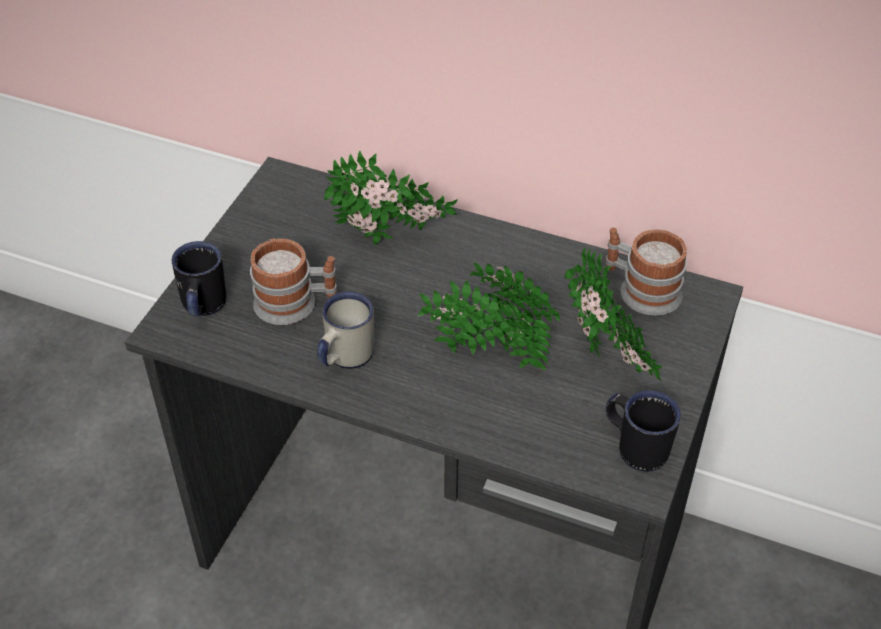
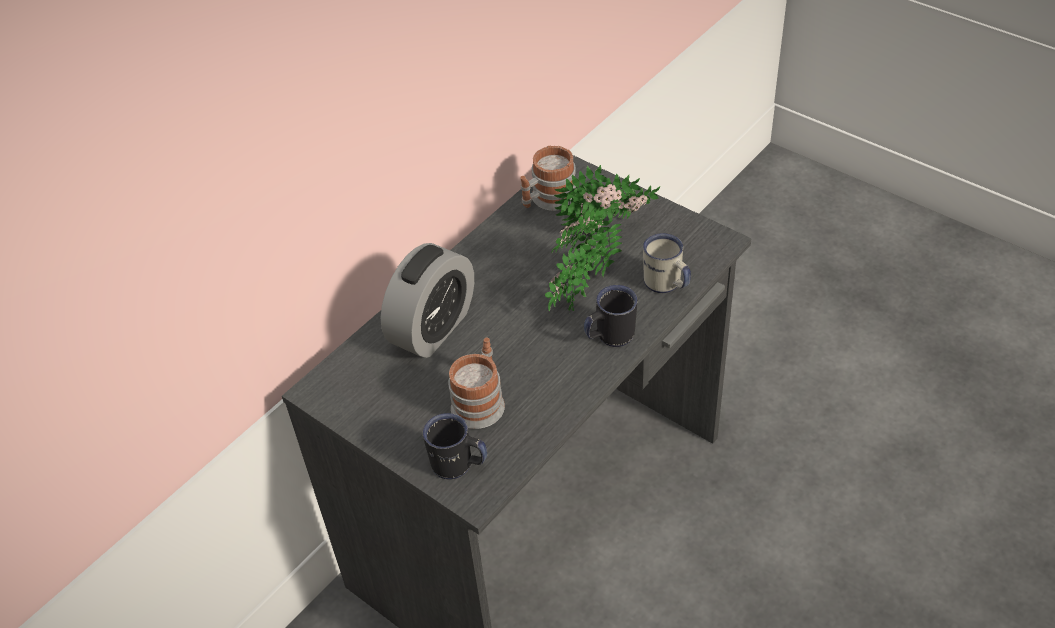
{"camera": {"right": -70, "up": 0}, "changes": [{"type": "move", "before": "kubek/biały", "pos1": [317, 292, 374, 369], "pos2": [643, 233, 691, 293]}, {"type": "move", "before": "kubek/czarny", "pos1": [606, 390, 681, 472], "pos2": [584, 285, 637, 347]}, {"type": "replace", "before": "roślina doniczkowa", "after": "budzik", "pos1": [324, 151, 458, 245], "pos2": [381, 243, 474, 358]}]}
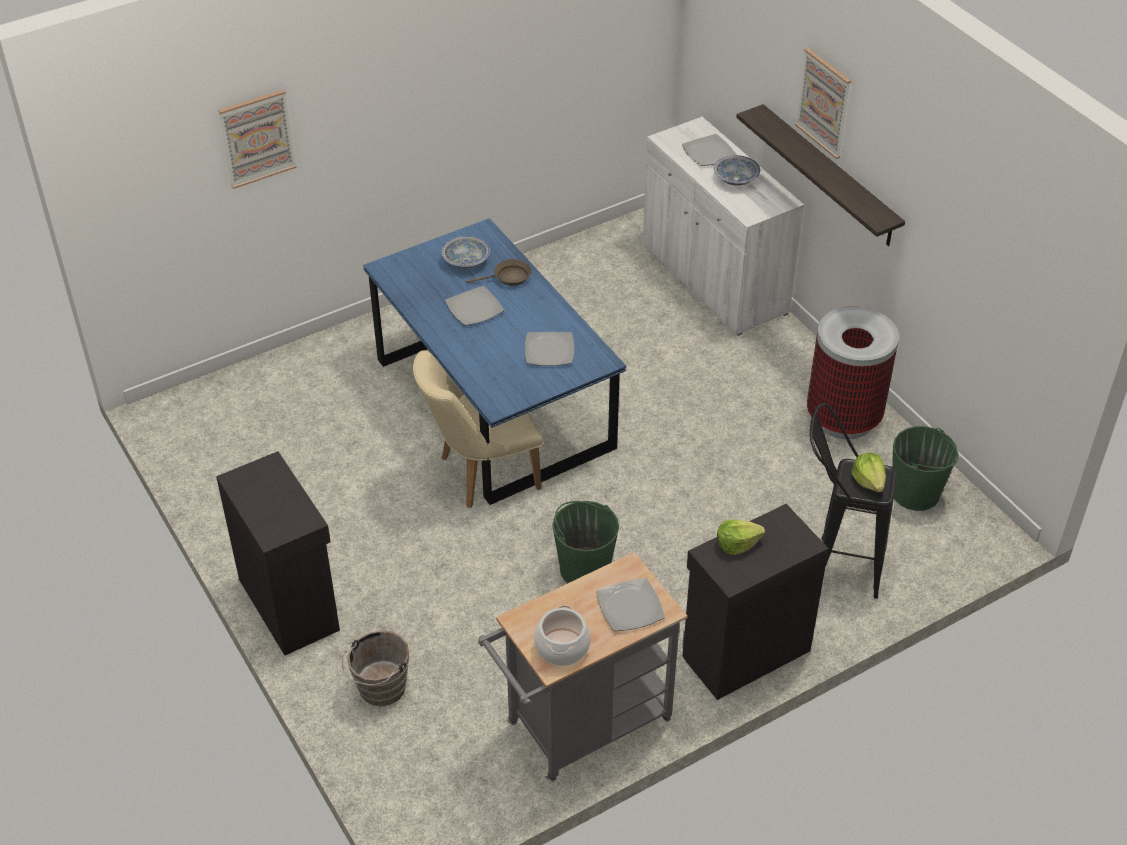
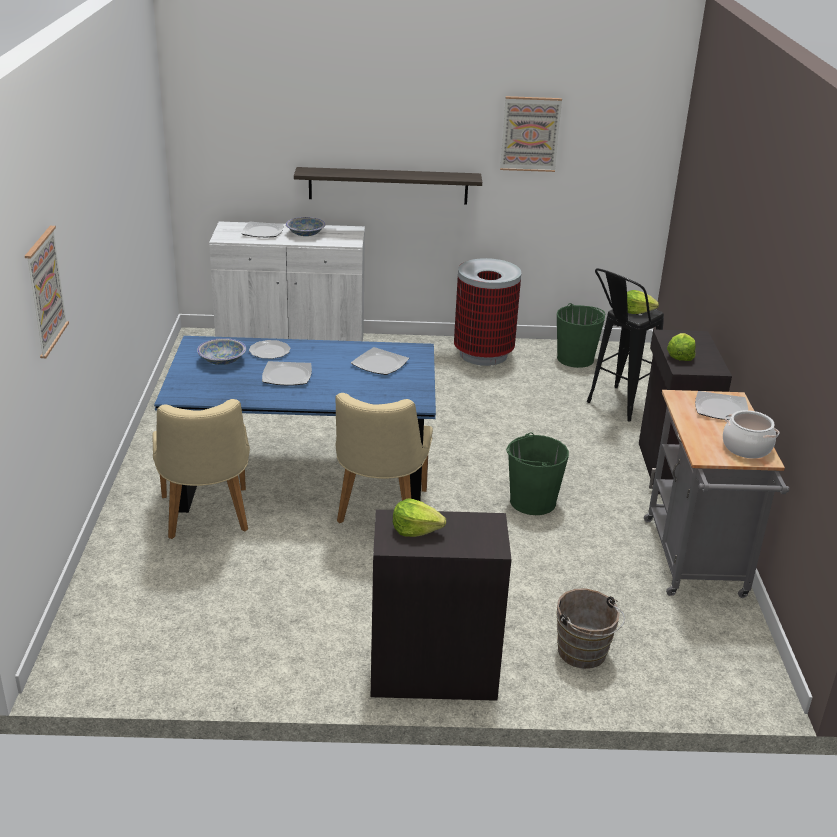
{"camera": {"right": -60, "up": -15}, "changes": [{"type": "insert", "after": "krzesło/beżowy", "pos2": [152, 399, 250, 539]}, {"type": "insert", "after": "sałata", "pos2": [393, 498, 446, 537]}, {"type": "move", "before": "obraz", "pos1": [795, 48, 851, 159], "pos2": [500, 96, 562, 172]}, {"type": "replace", "before": "patelnia/brązowy", "after": "talerz", "pos1": [466, 259, 531, 286], "pos2": [249, 340, 291, 359]}]}
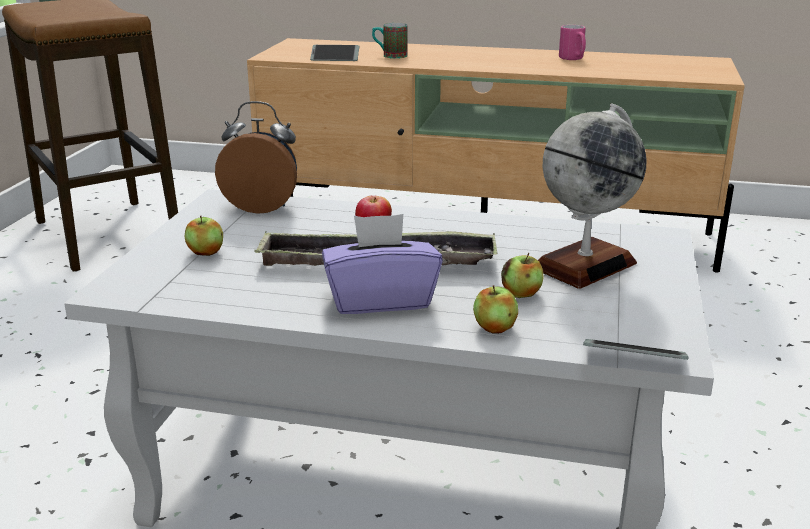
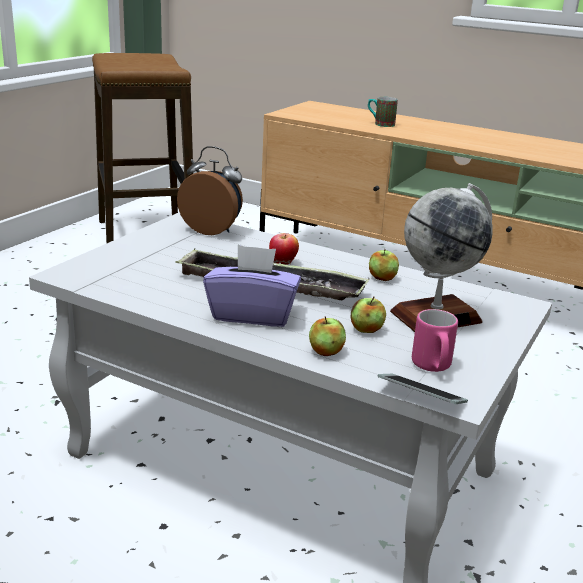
{"camera": {"right": 15, "up": 0}, "changes": [{"type": "delete", "before": "telefon", "pos1": [310, 45, 359, 61]}, {"type": "move", "before": "jabłko", "pos1": [184, 215, 223, 256], "pos2": [369, 249, 399, 281]}, {"type": "move", "before": "kubek/różowy", "pos1": [559, 25, 586, 60], "pos2": [412, 309, 458, 372]}]}
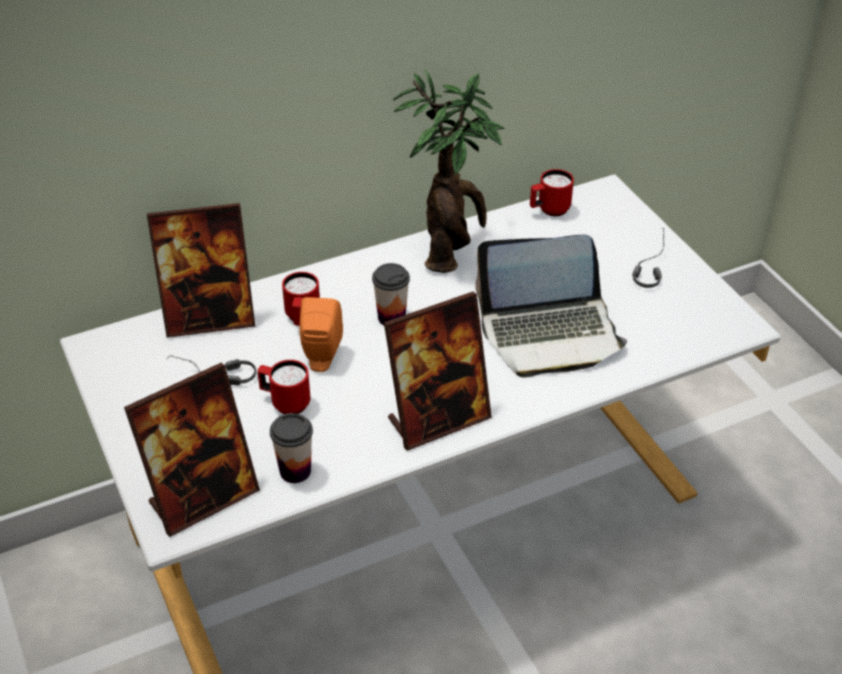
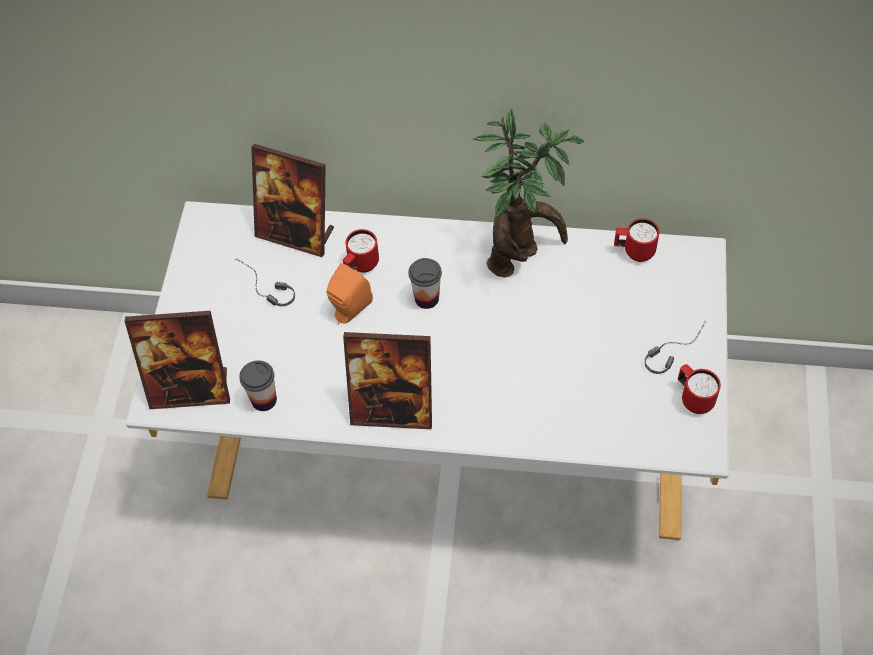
{"camera": {"right": 35, "up": 15}, "changes": [{"type": "delete", "before": "laptop", "pos1": [475, 235, 627, 377]}, {"type": "move", "before": "kubek/czerwony", "pos1": [257, 360, 311, 414], "pos2": [678, 364, 721, 414]}]}
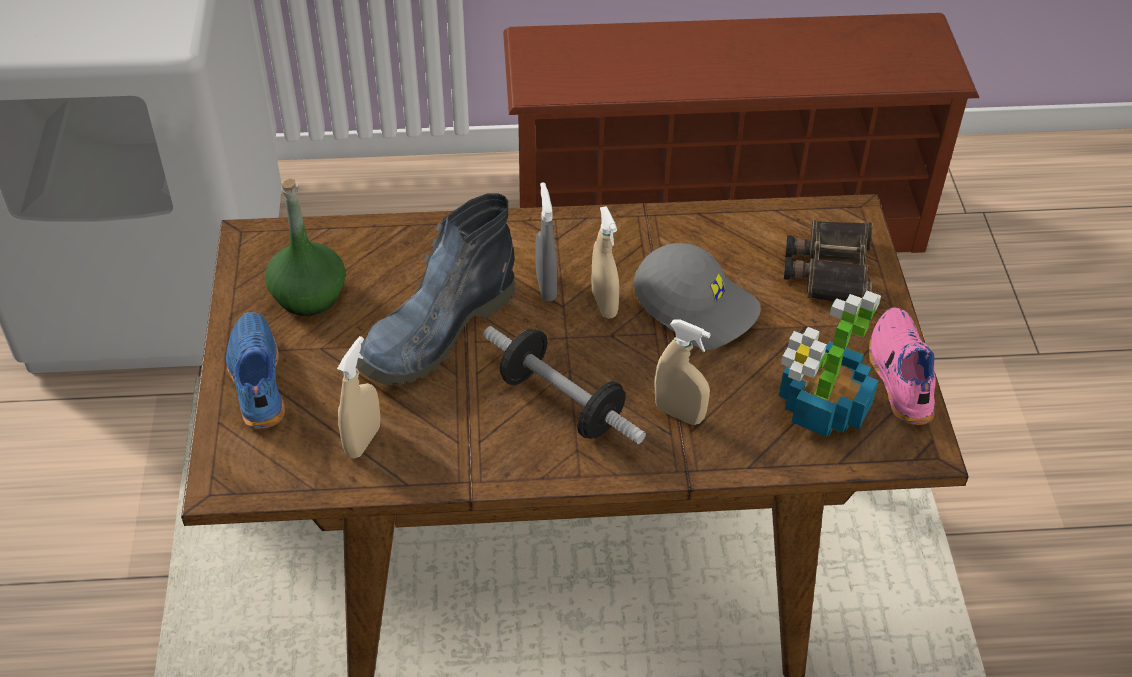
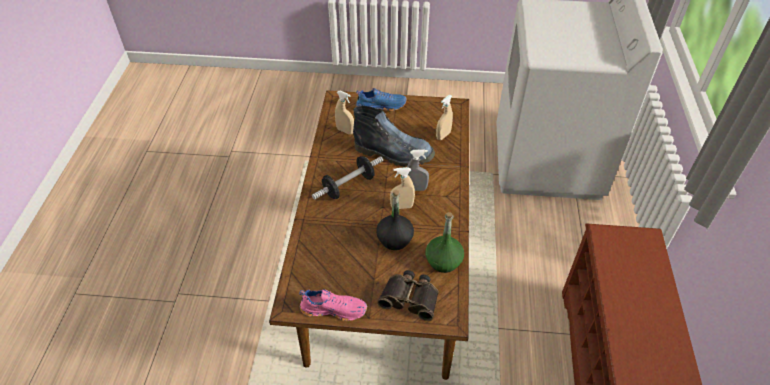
{"camera": {"right": 100, "up": 0}, "changes": [{"type": "delete", "before": "roślina doniczkowa", "pos1": [779, 291, 881, 436]}, {"type": "move", "before": "butelka/zielony", "pos1": [265, 179, 345, 316], "pos2": [426, 212, 464, 273]}, {"type": "move", "before": "spryskiwacz/beżowy", "pos1": [654, 320, 711, 425], "pos2": [436, 95, 453, 140]}, {"type": "replace", "before": "czapka z daszkiem/szary", "after": "butelka/czarny", "pos1": [634, 243, 761, 350], "pos2": [376, 190, 414, 250]}, {"type": "rotate", "before": "but z cholewką", "pos1": [356, 193, 515, 385], "pos2": [353, 105, 435, 167], "turn": 150}]}
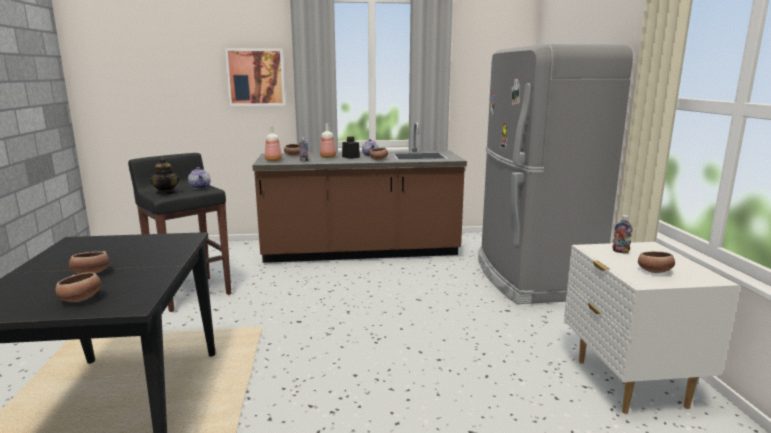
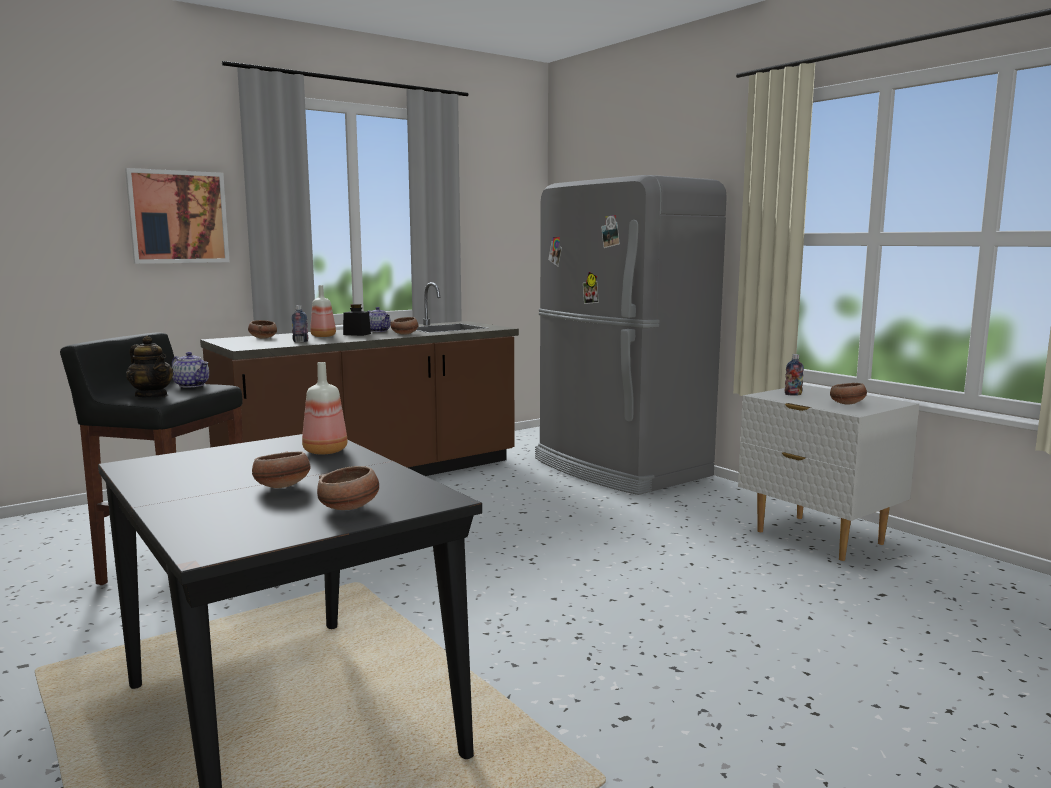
{"camera": {"right": -30, "up": -5}, "changes": [{"type": "move", "before": "butelka", "pos1": [265, 125, 282, 161], "pos2": [302, 362, 348, 454]}]}
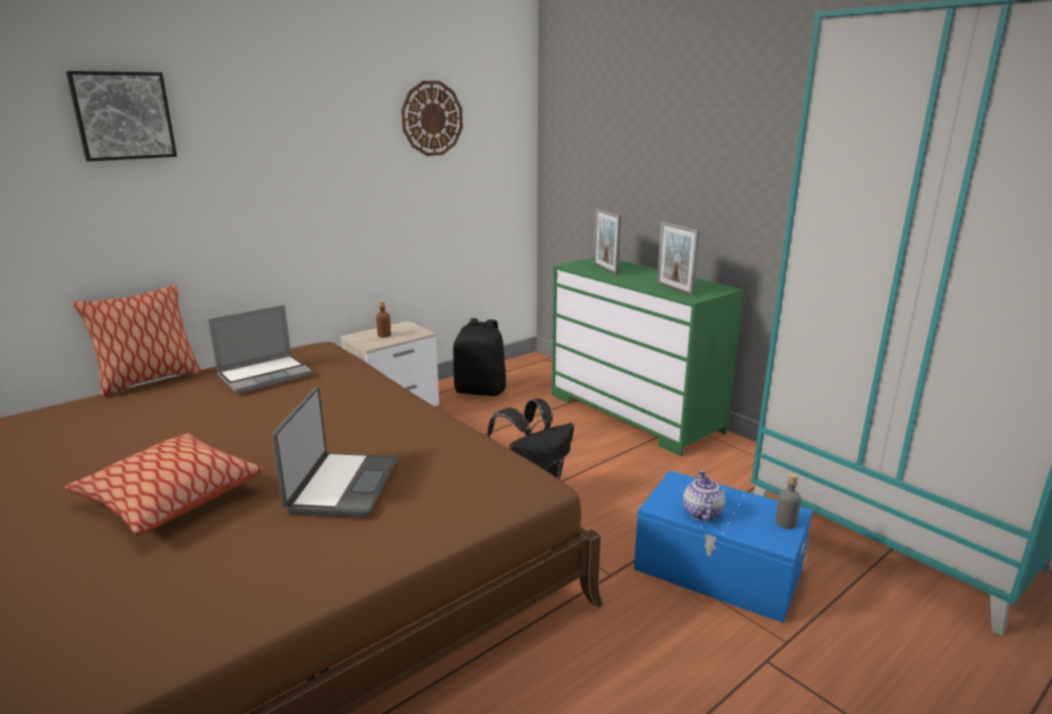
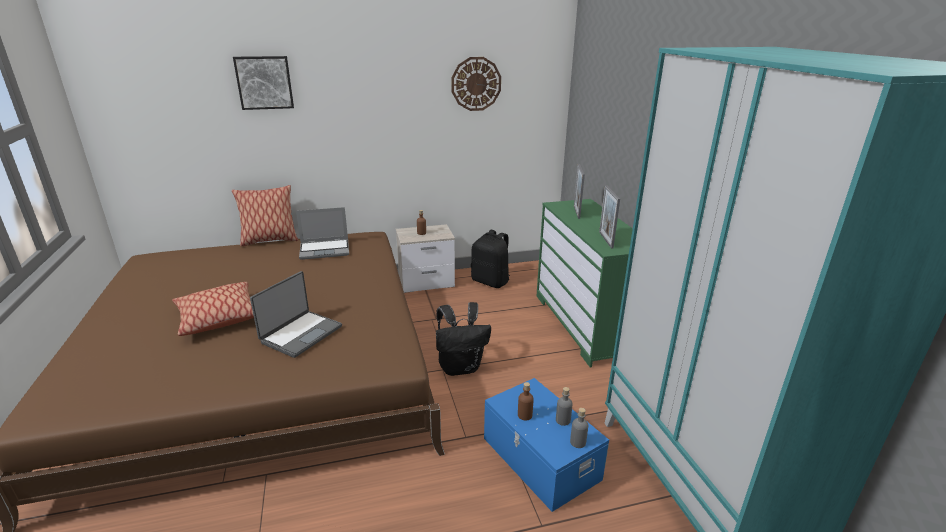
{"camera": {"right": 25, "up": 5}, "changes": [{"type": "insert", "after": "butelka/szary", "pos2": [556, 387, 573, 426]}, {"type": "replace", "before": "imbryk", "after": "butelka/brązowy", "pos1": [683, 470, 725, 521], "pos2": [518, 382, 534, 421]}]}
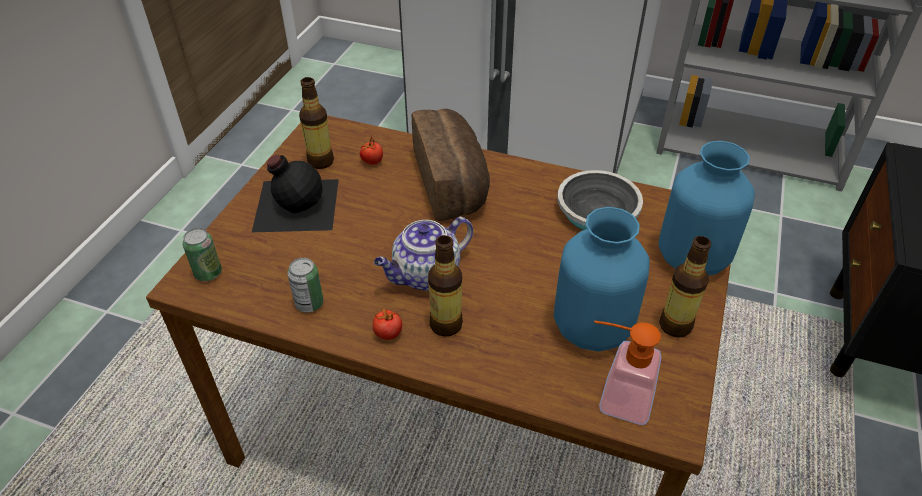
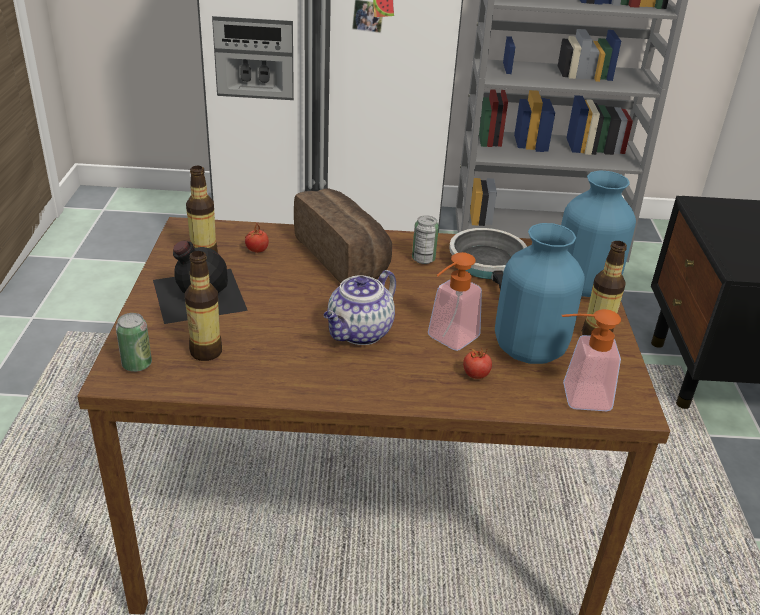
{"camera": {"right": -20, "up": -10}, "changes": [{"type": "insert", "after": "dozownik mydła", "pos2": [428, 252, 482, 351]}, {"type": "move", "before": "puszka", "pos1": [287, 258, 323, 313], "pos2": [412, 215, 439, 264]}, {"type": "move", "before": "pomidor", "pos1": [373, 308, 402, 340], "pos2": [463, 347, 492, 379]}, {"type": "move", "before": "butelka", "pos1": [428, 235, 463, 337], "pos2": [184, 251, 222, 361]}]}
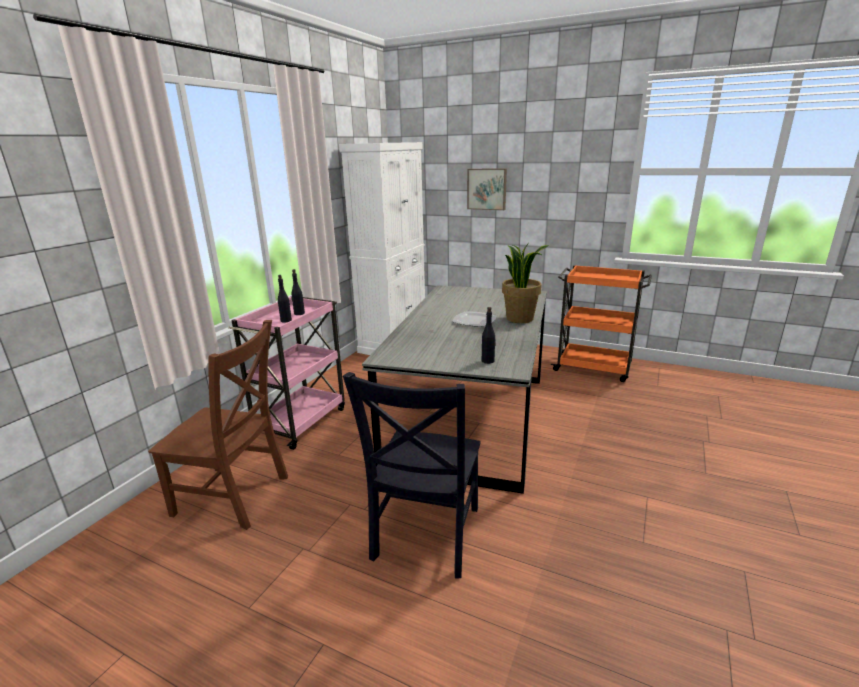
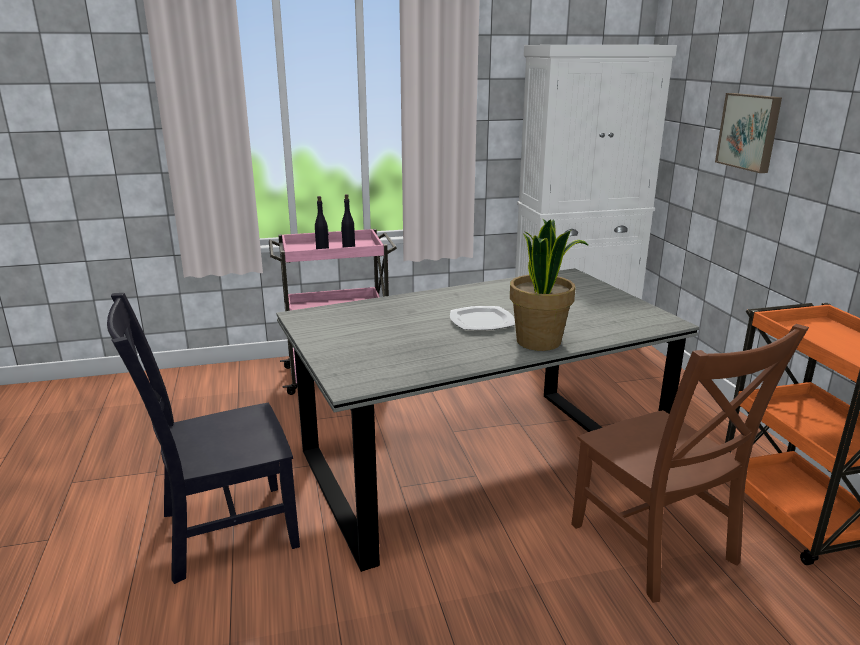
{"camera": {"right": 50, "up": 0}, "changes": [{"type": "delete", "before": "butelka/czarny", "pos1": [482, 307, 496, 364]}, {"type": "move", "before": "krzesło/brązowy", "pos1": [148, 320, 288, 530], "pos2": [571, 324, 809, 603]}]}
